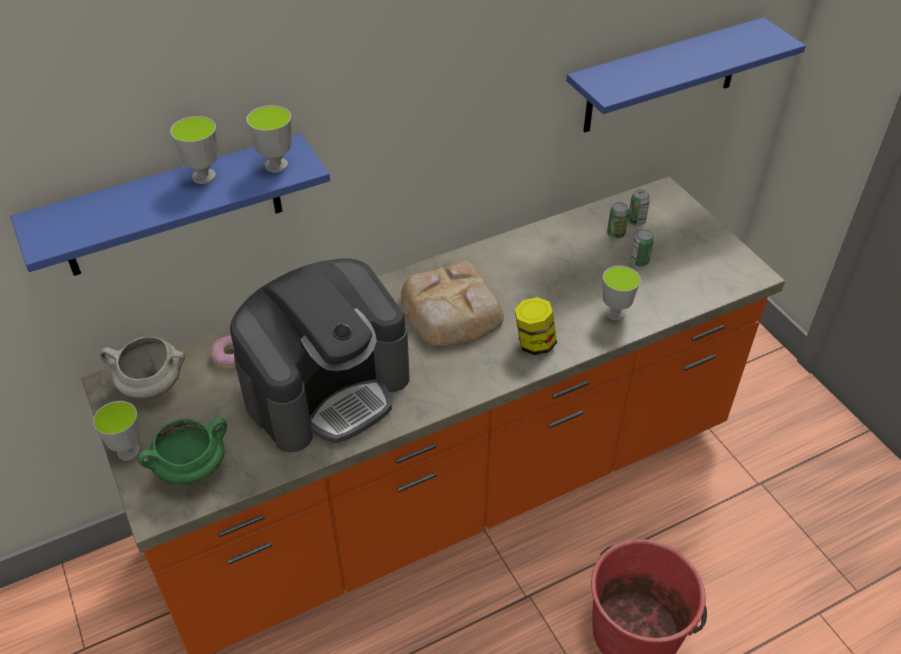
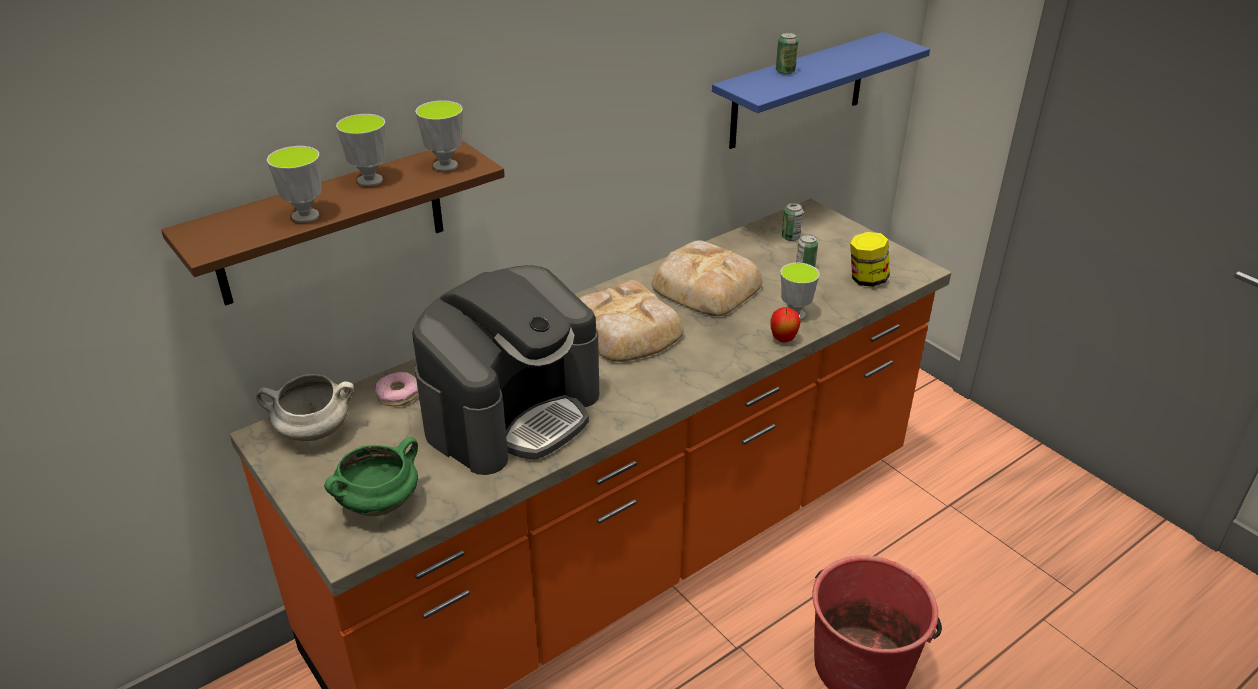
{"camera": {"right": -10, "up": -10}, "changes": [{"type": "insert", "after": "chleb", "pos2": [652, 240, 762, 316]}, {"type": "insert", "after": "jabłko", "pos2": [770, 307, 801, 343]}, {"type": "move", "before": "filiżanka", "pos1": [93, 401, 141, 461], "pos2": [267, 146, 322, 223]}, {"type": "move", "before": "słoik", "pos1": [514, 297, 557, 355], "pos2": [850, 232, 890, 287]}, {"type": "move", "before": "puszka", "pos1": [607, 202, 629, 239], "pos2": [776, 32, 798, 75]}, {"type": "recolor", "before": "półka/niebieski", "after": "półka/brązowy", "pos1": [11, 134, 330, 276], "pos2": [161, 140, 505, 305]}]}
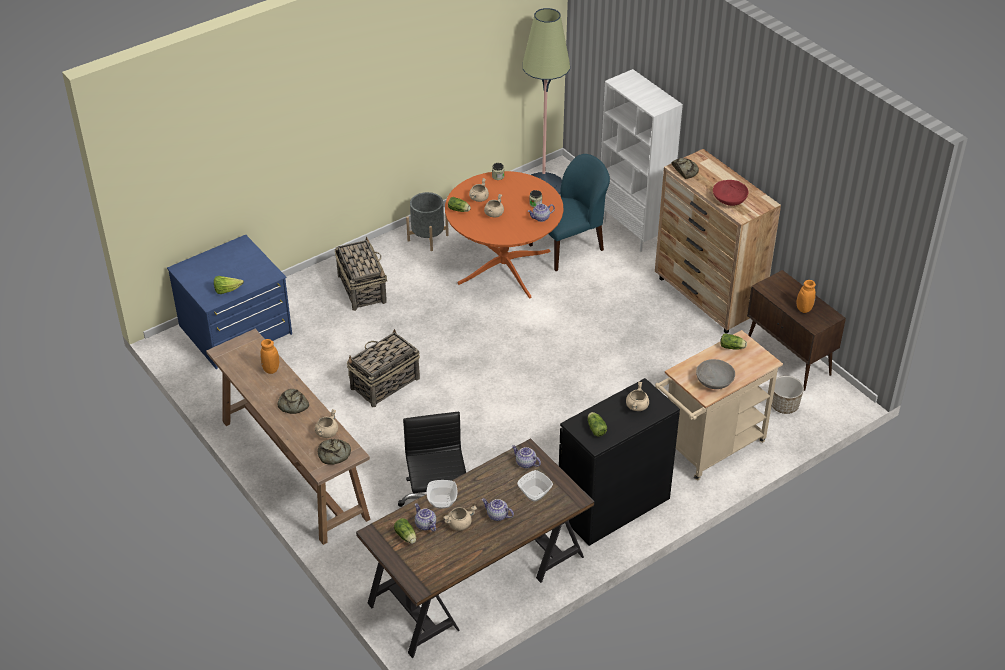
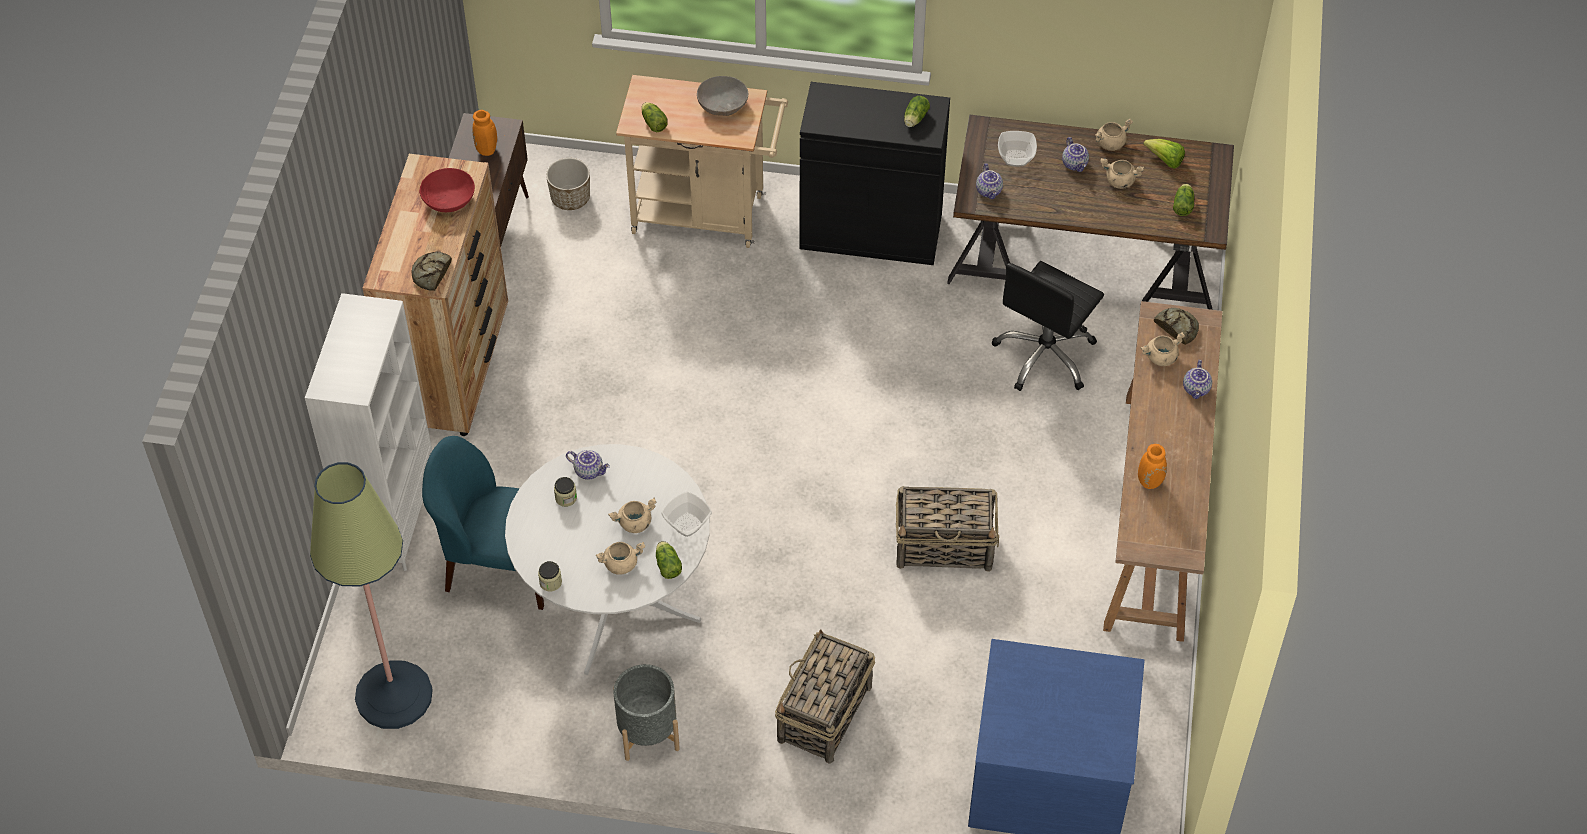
{"camera": {"right": -135, "up": 10}, "changes": [{"type": "delete", "before": "chleb", "pos1": [277, 389, 309, 414]}, {"type": "move", "before": "sałata", "pos1": [214, 276, 244, 294], "pos2": [1143, 139, 1185, 169]}, {"type": "move", "before": "imbryk", "pos1": [415, 503, 436, 532], "pos2": [1183, 360, 1212, 399]}, {"type": "move", "before": "miska", "pos1": [426, 480, 458, 509], "pos2": [662, 492, 712, 537]}, {"type": "move", "before": "garnek/beżowy", "pos1": [626, 381, 649, 411], "pos2": [1095, 119, 1133, 151]}, {"type": "recolor", "before": "stół jadalny/pomarańczowy", "after": "stół jadalny/biały", "pos1": [445, 171, 564, 299], "pos2": [505, 444, 710, 675]}]}
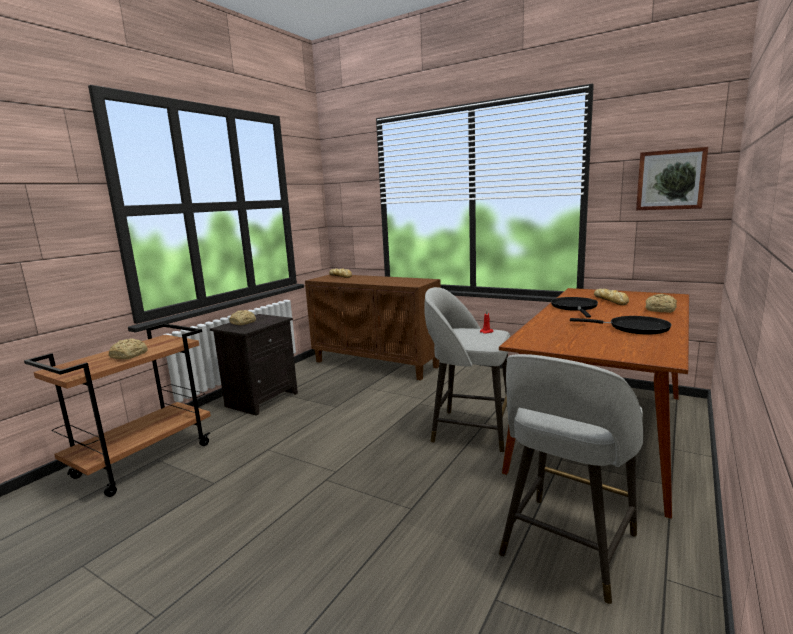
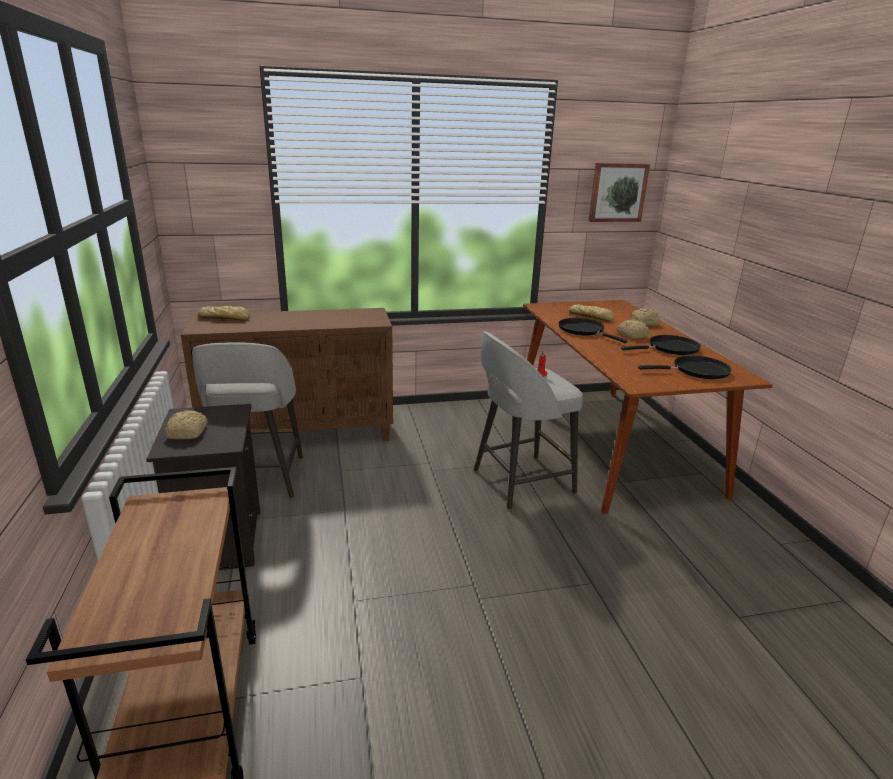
{"camera": {"right": -45, "up": 10}, "changes": [{"type": "insert", "after": "patelnia/czarny", "pos2": [638, 355, 732, 379]}, {"type": "move", "before": "chleb", "pos1": [109, 338, 148, 359], "pos2": [616, 320, 650, 339]}, {"type": "move", "before": "stołek/szary", "pos1": [499, 354, 643, 604], "pos2": [192, 342, 303, 498]}]}
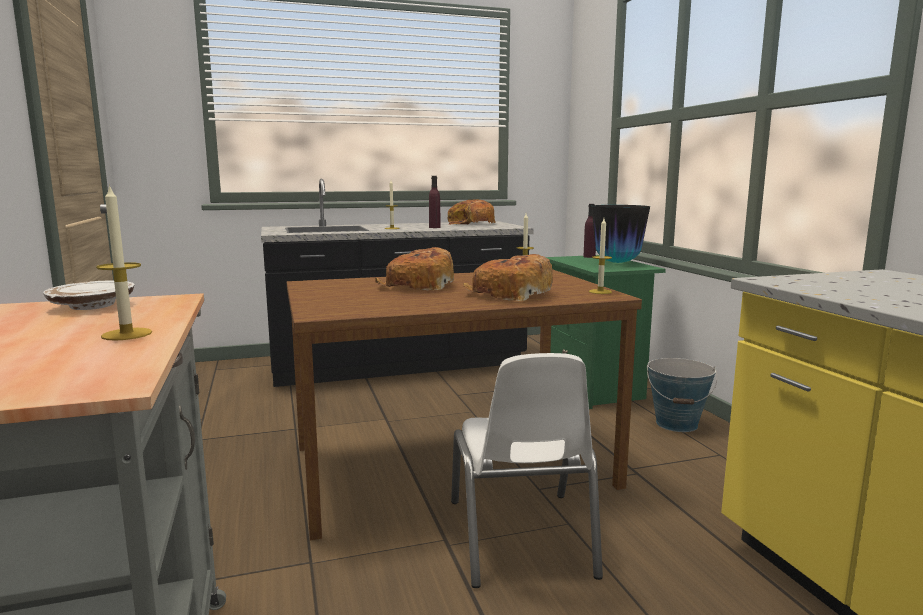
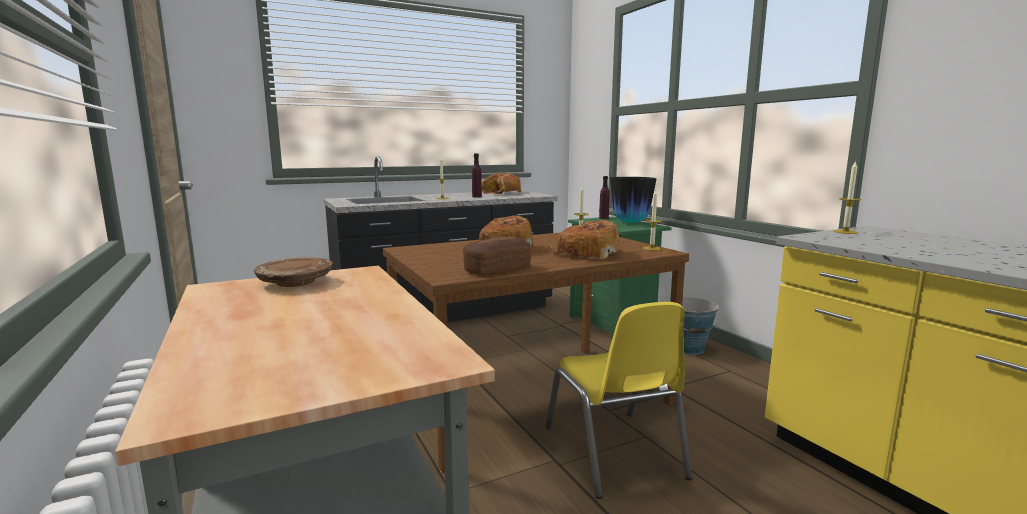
{"camera": {"right": -10, "up": 0}, "changes": [{"type": "insert", "after": "chleb", "pos2": [463, 237, 531, 275]}, {"type": "move", "before": "świeca", "pos1": [96, 184, 152, 341], "pos2": [833, 161, 861, 234]}, {"type": "recolor", "before": "talerz/biały", "after": "talerz/brązowy", "pos1": [43, 280, 135, 310], "pos2": [254, 257, 333, 287]}, {"type": "recolor", "before": "krzesło/biały", "after": "krzesło/żółty", "pos1": [451, 353, 603, 588], "pos2": [545, 302, 693, 499]}]}
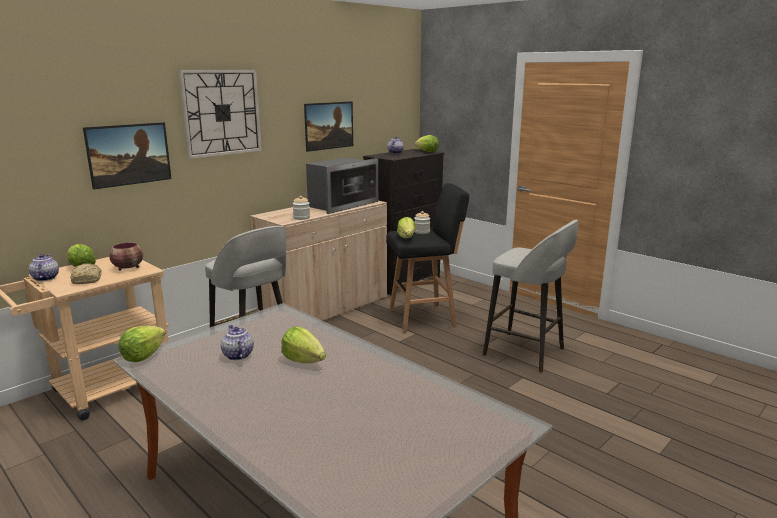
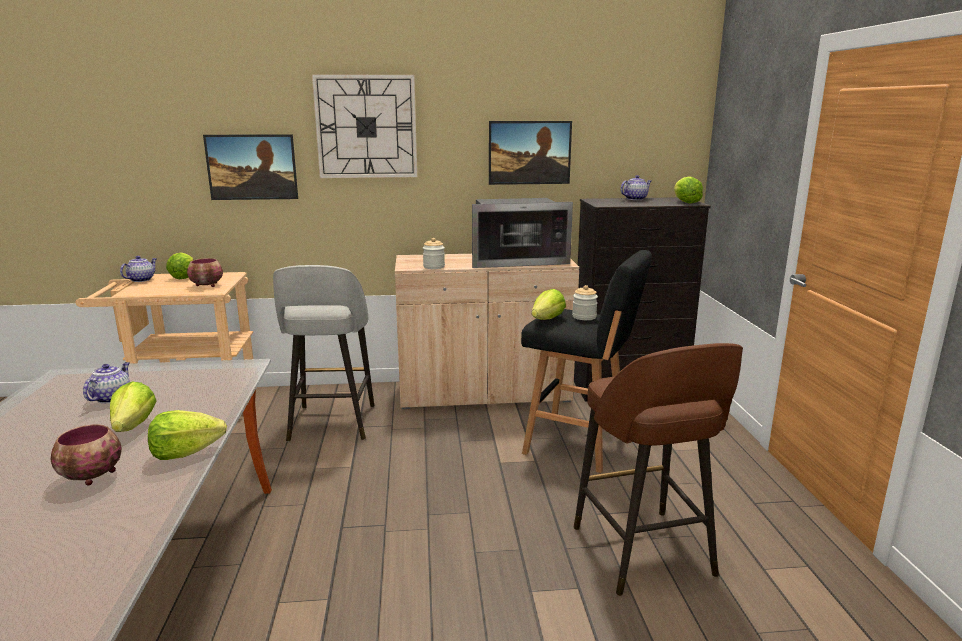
{"camera": {"right": 40, "up": 0}, "changes": [{"type": "delete", "before": "chleb", "pos1": [70, 264, 102, 284]}, {"type": "insert", "after": "miska", "pos2": [51, 424, 122, 486]}, {"type": "move", "before": "sałata", "pos1": [118, 326, 166, 362], "pos2": [148, 410, 227, 460]}, {"type": "recolor", "before": "stołek/szary", "after": "stołek/brązowy", "pos1": [483, 220, 578, 373], "pos2": [574, 343, 743, 596]}]}
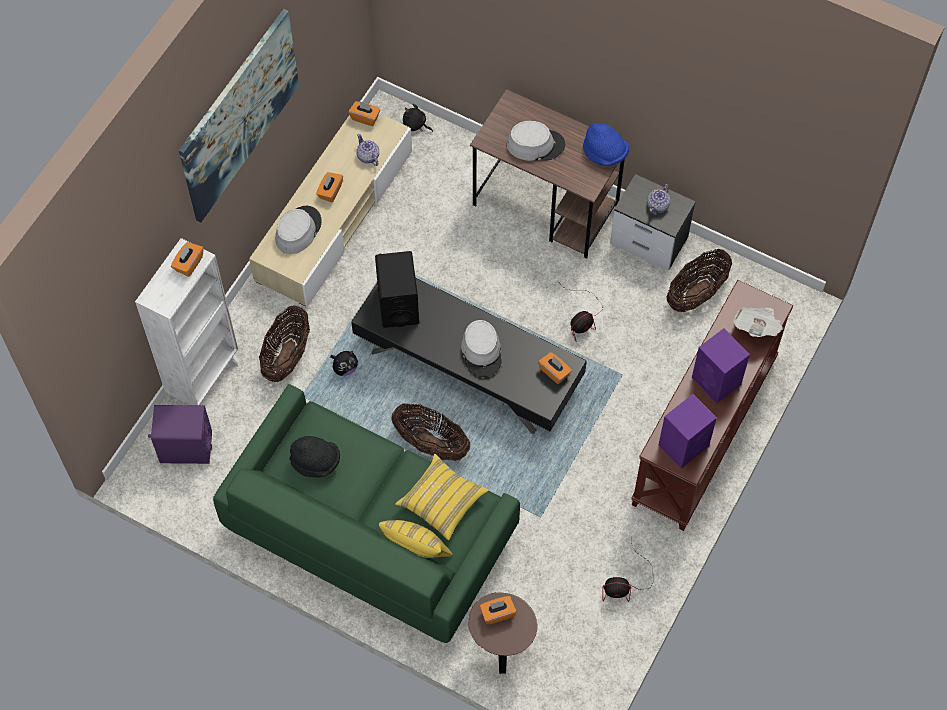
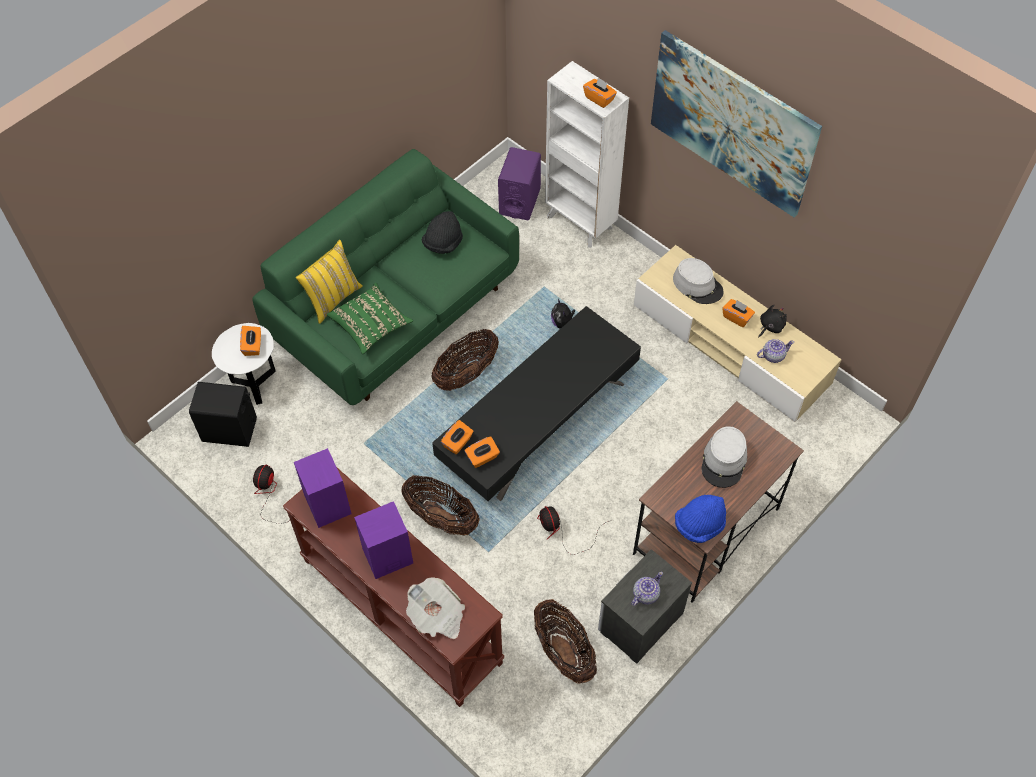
{"camera": {"right": 105, "up": -5}, "changes": [{"type": "delete", "before": "kapelusz/szary", "pos1": [461, 320, 502, 377]}, {"type": "move", "before": "koszyk", "pos1": [259, 305, 310, 382], "pos2": [401, 475, 479, 536]}, {"type": "move", "before": "pudełko chusteczek/pomarańczowy", "pos1": [349, 101, 380, 126], "pos2": [441, 420, 474, 454]}, {"type": "move", "before": "głośnik/czarny", "pos1": [375, 251, 419, 328], "pos2": [189, 382, 257, 447]}, {"type": "move", "before": "pluszak/czarny", "pos1": [403, 104, 433, 132], "pos2": [758, 305, 787, 338]}, {"type": "recolor", "before": "poduszka/żółty", "after": "poduszka/zielony", "pos1": [395, 454, 489, 541], "pos2": [327, 283, 413, 354]}, {"type": "recolor", "before": "stolik/brązowy", "after": "stolik/biały", "pos1": [468, 592, 538, 674], "pos2": [212, 323, 276, 405]}, {"type": "rotate", "before": "imbryk", "pos1": [647, 184, 671, 214], "pos2": [631, 572, 663, 606], "turn": 90}]}
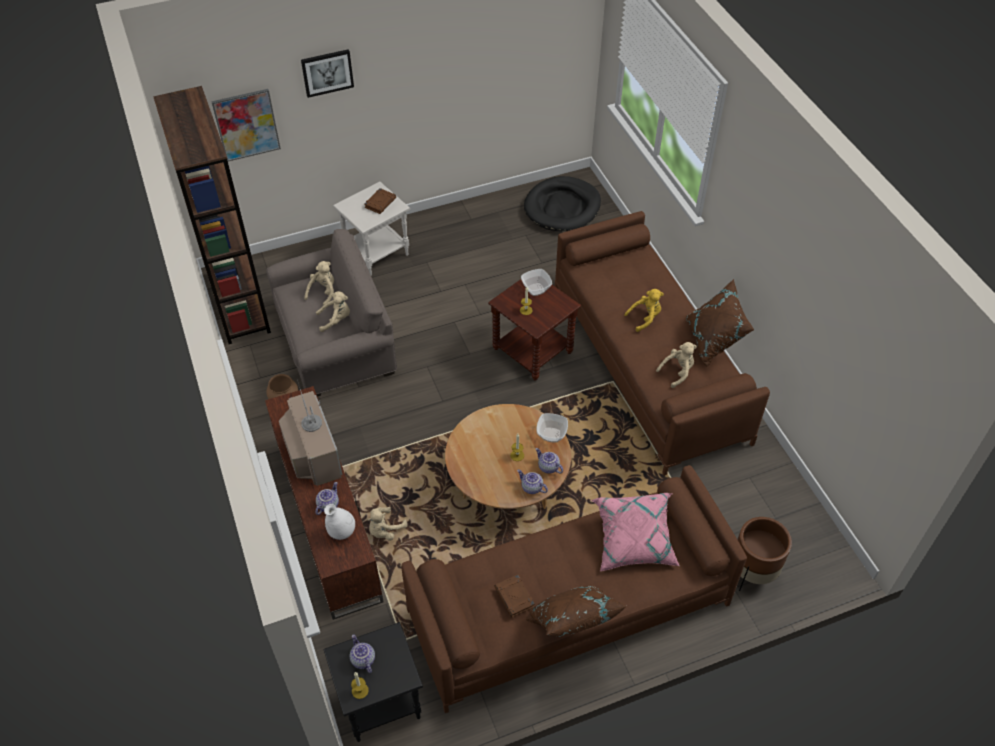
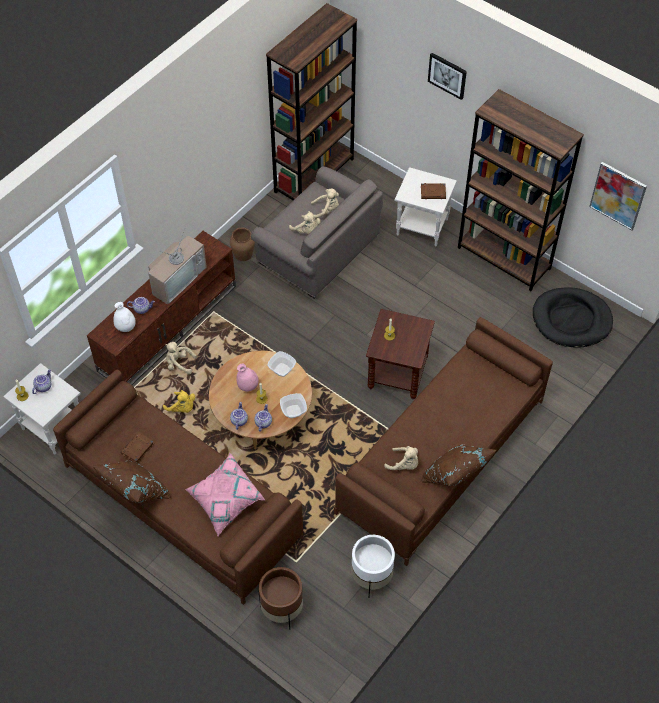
{"camera": {"right": 60, "up": 5}, "changes": [{"type": "insert", "after": "wazon/różowy", "pos2": [236, 364, 259, 392]}, {"type": "insert", "after": "donica/biały", "pos2": [351, 535, 395, 597]}, {"type": "insert", "after": "regał/brązowy", "pos2": [458, 89, 584, 291]}, {"type": "move", "before": "obraz", "pos1": [211, 89, 281, 161], "pos2": [589, 162, 647, 230]}, {"type": "move", "before": "miska", "pos1": [521, 269, 552, 296], "pos2": [267, 351, 296, 377]}, {"type": "move", "before": "pluszak/żółty", "pos1": [624, 289, 664, 332], "pos2": [163, 390, 195, 413]}, {"type": "recolor", "before": "stolik/czarny", "after": "stolik/biały", "pos1": [323, 622, 423, 742], "pos2": [3, 363, 81, 455]}]}
